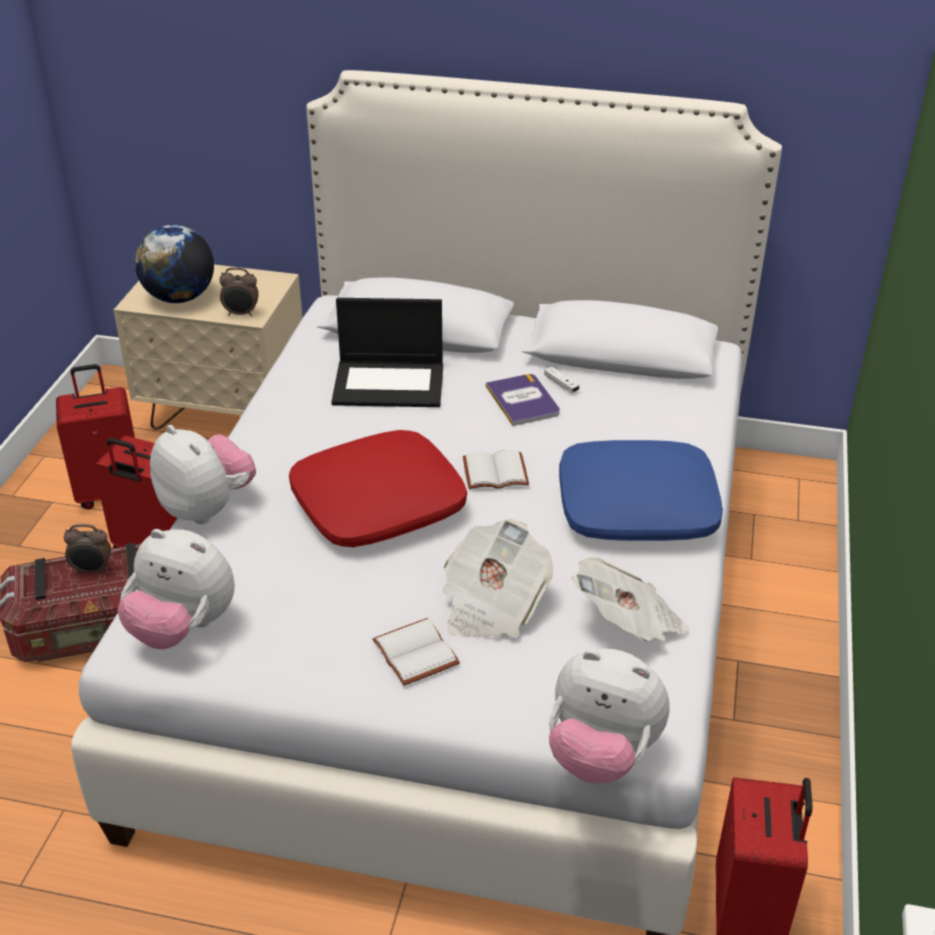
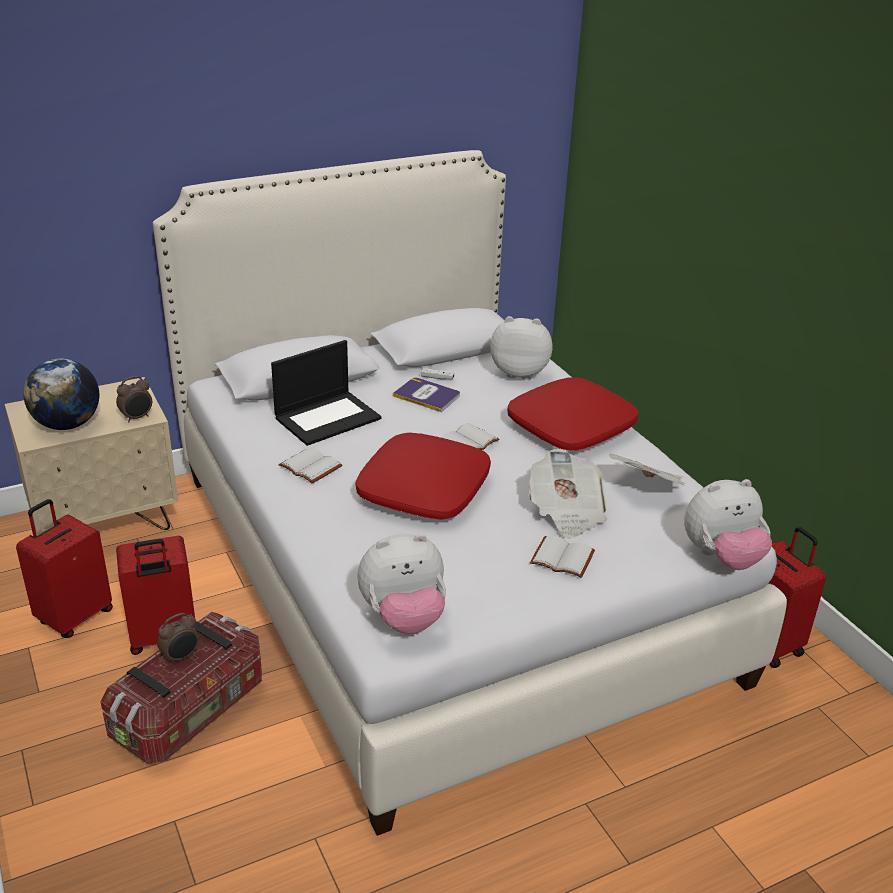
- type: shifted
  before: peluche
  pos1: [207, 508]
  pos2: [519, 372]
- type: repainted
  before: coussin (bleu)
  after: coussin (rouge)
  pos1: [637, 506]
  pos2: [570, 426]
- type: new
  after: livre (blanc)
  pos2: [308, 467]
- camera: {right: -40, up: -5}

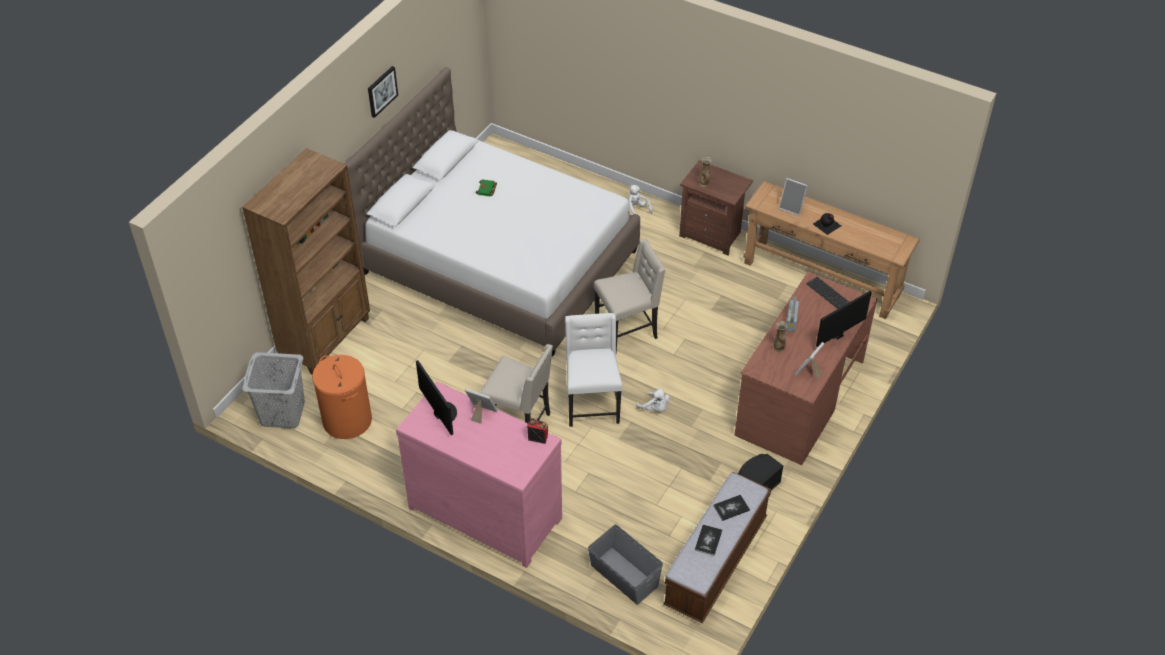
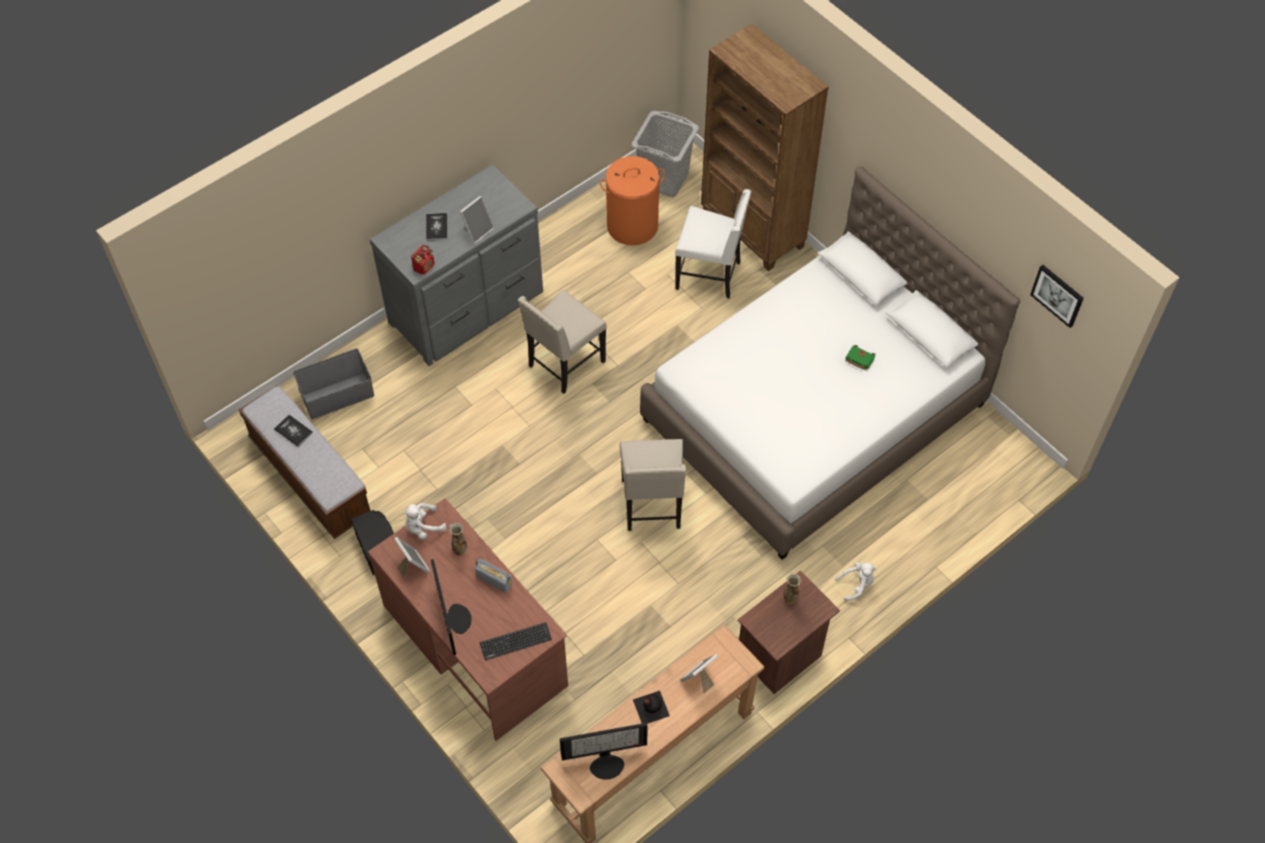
- type: shifted
  before: tableau
  pos1: [381, 91]
  pos2: [1057, 295]
- type: shifted
  before: chaise (blanc)
  pos1: [592, 404]
  pos2: [710, 275]
- type: shifted
  before: écran d'ordinateur
  pos1: [442, 412]
  pos2: [607, 763]
- type: repainted
  before: commode (rose)
  after: commode (gris)
  pos1: [486, 511]
  pos2: [468, 308]
- type: shifted
  before: peluche (blanc)
  pos1: [655, 408]
  pos2: [423, 527]
- type: shifted
  before: livre
  pos1: [731, 508]
  pos2: [436, 227]
- camera: {right: 110, up: 10}

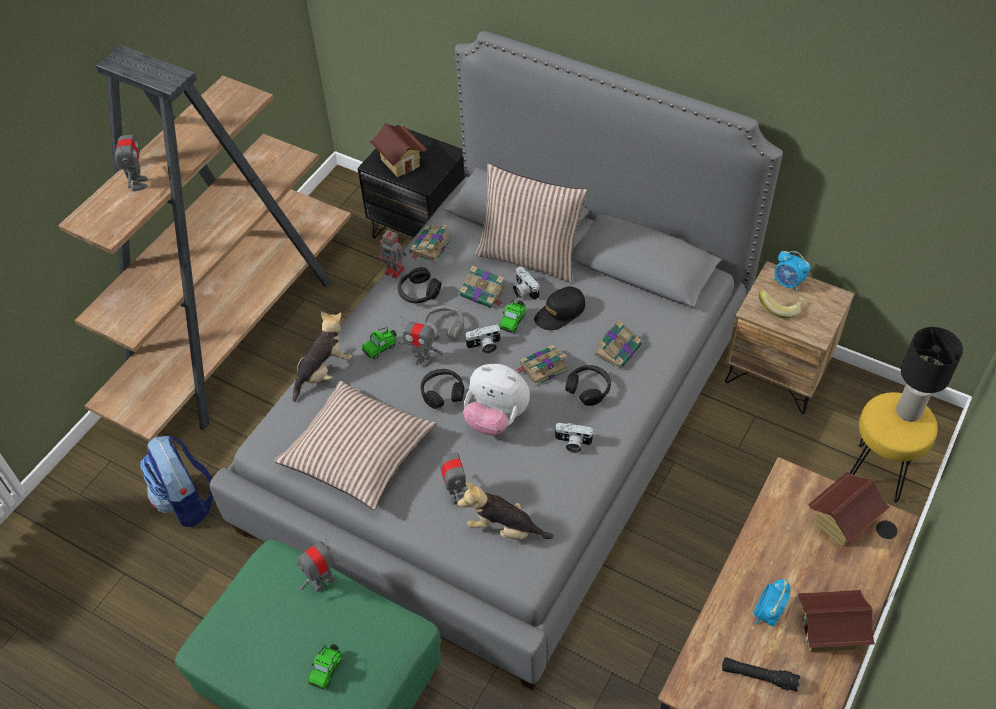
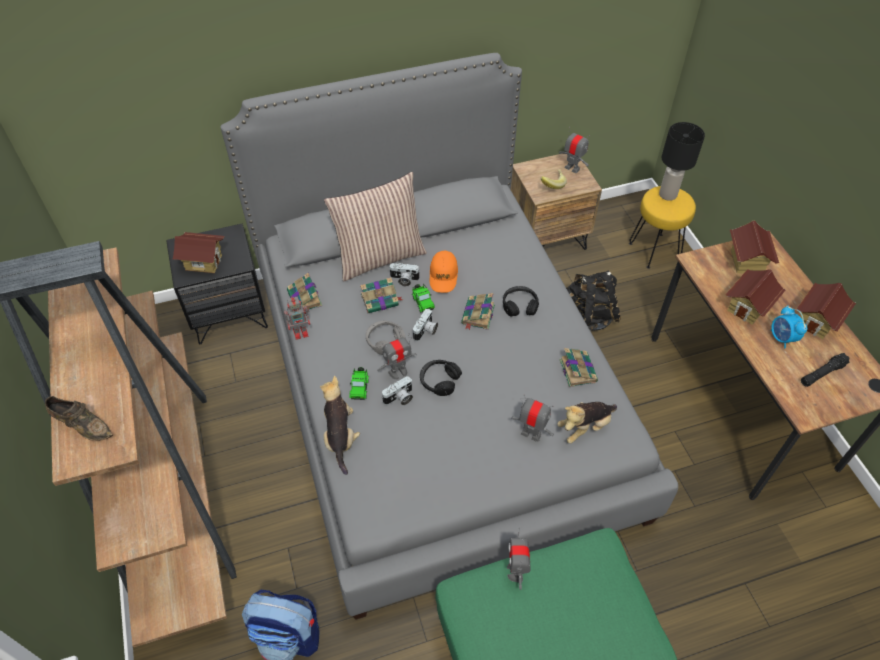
- type: shifted
  before: robot jouet
  pos1: [138, 183]
  pos2: [572, 168]
- type: gone
  before: réveil
  pos1: [787, 283]
- type: gone
  before: casque audio (noir)
  pos1: [418, 292]
- type: repainted
  before: casquette (noir)
  after: casquette (orange)
  pos1: [560, 313]
  pos2: [443, 276]
- type: shifted
  before: livre
  pos1: [618, 349]
  pos2: [577, 370]
- type: gone
  before: peluche
  pos1: [496, 417]
- type: gone
  before: coussin
  pos1: [358, 452]
- type: shifted
  before: appareil photo
  pos1: [572, 443]
  pos2: [399, 398]
- type: gone
  before: petite voiture
  pos1: [326, 669]
- type: new
  after: maison miniature
  pos2: [748, 308]
- type: new
  after: sac à dos (noir)
  pos2: [588, 317]
- type: new
  after: chaussure (marron)
  pos2: [83, 426]
- camera: {right: -50, up: 0}

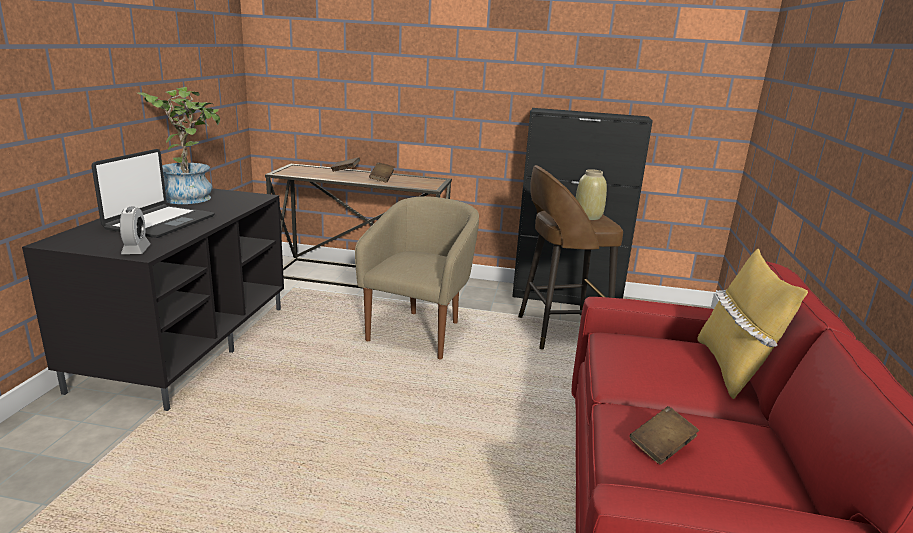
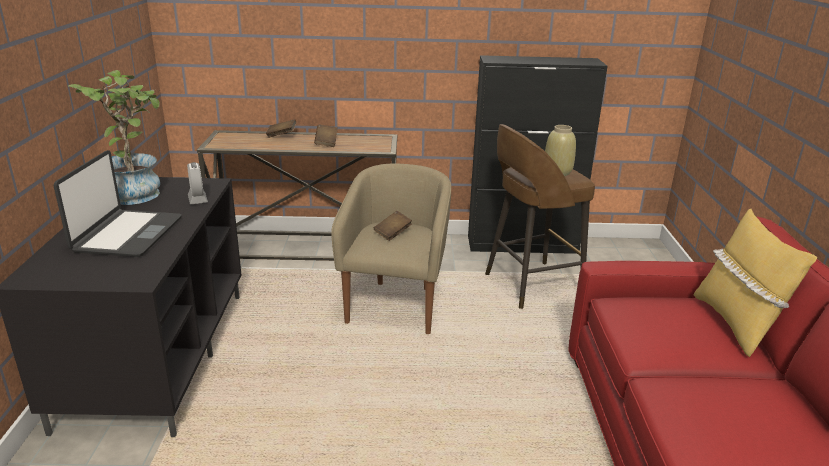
- type: shifted
  before: réveil
  pos1: [136, 250]
  pos2: [197, 199]
- type: shifted
  before: livre (marron)
  pos1: [661, 447]
  pos2: [393, 233]
- camera: {right: -10, up: 5}

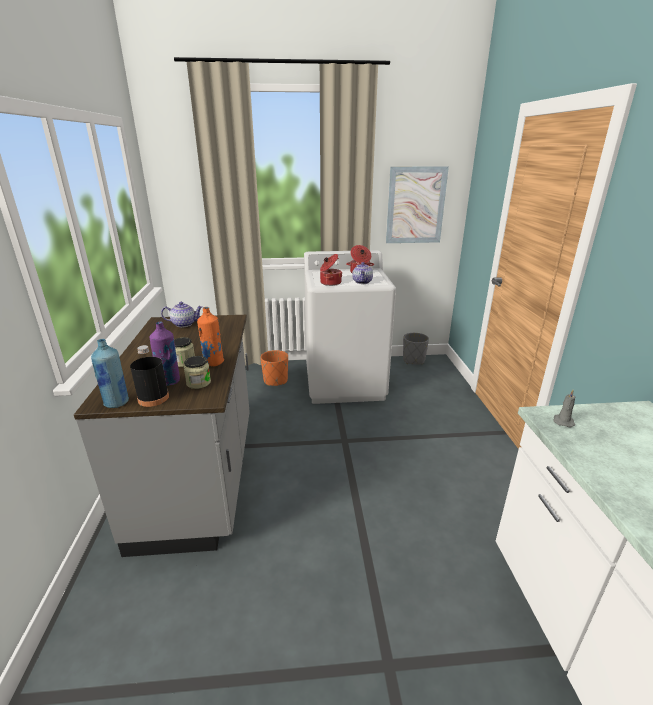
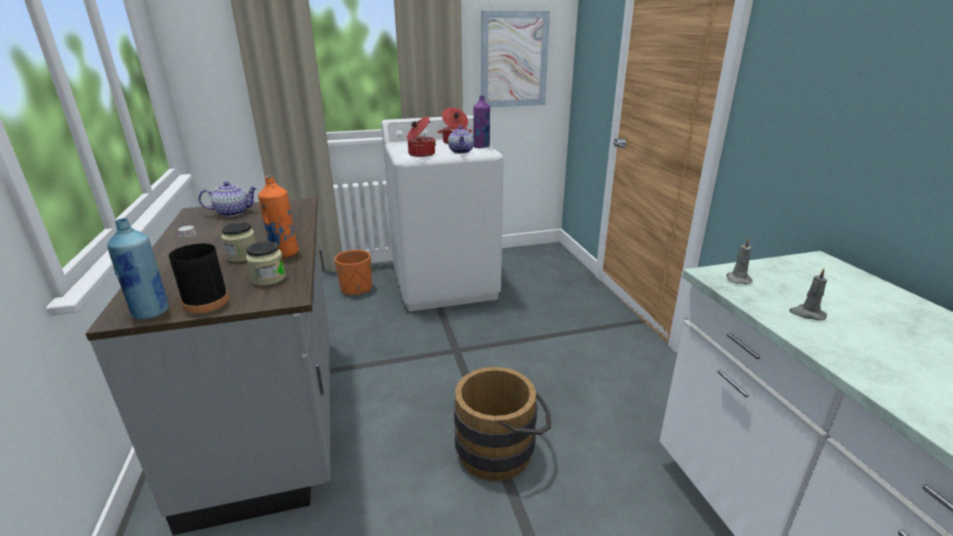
- type: shifted
  before: bouteille (violet)
  pos1: [169, 381]
  pos2: [481, 147]
- type: gone
  before: cache-pot (gris)
  pos1: [413, 360]
- type: new
  after: bougie (gris)
  pos2: [806, 314]
- type: new
  after: seau (marron)
  pos2: [502, 449]
- camera: {right: -10, up: 0}

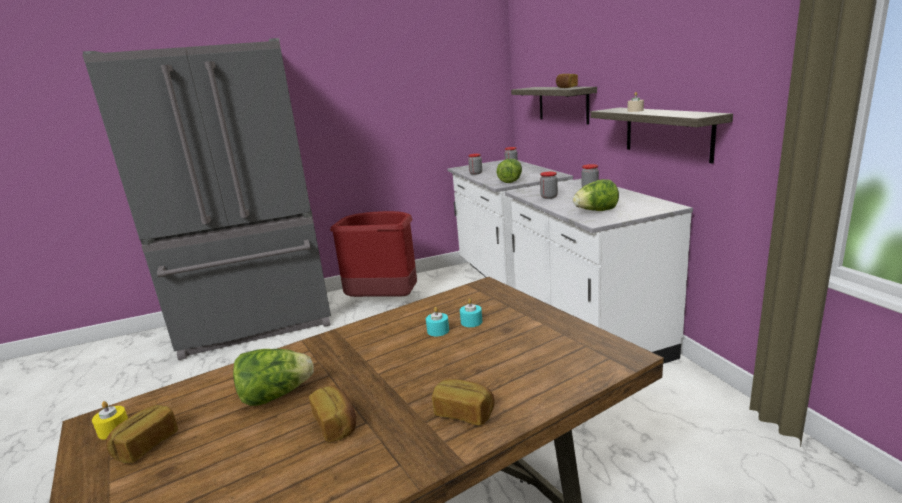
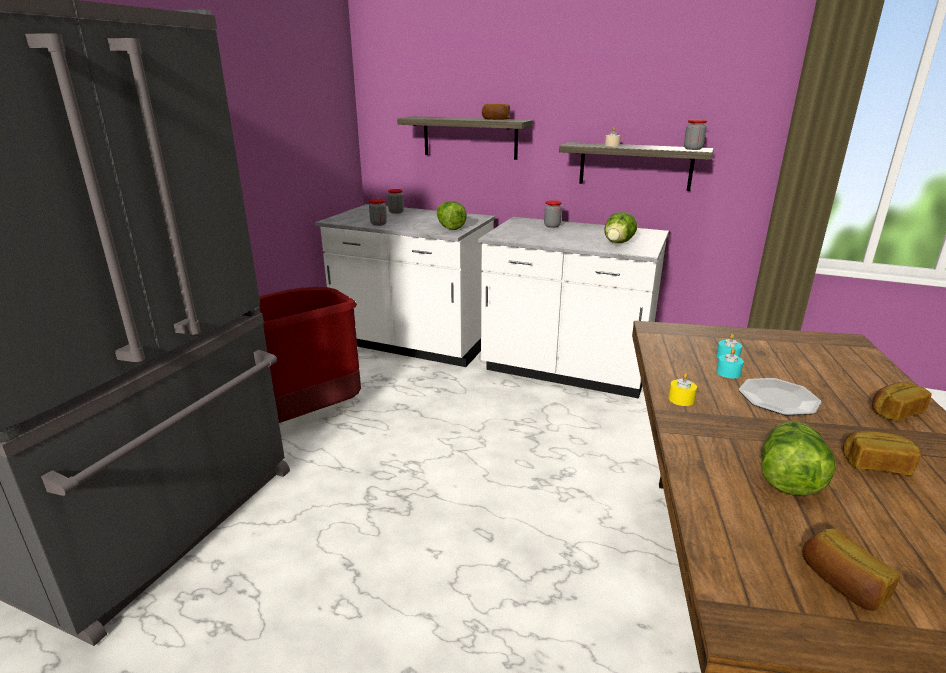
- type: shifted
  before: bocal
  pos1: [549, 197]
  pos2: [693, 149]
- type: shifted
  before: bougie (jaune)
  pos1: [114, 429]
  pos2: [681, 399]
- type: new
  after: assiette
  pos2: [778, 399]
- camera: {right: -50, up: 5}

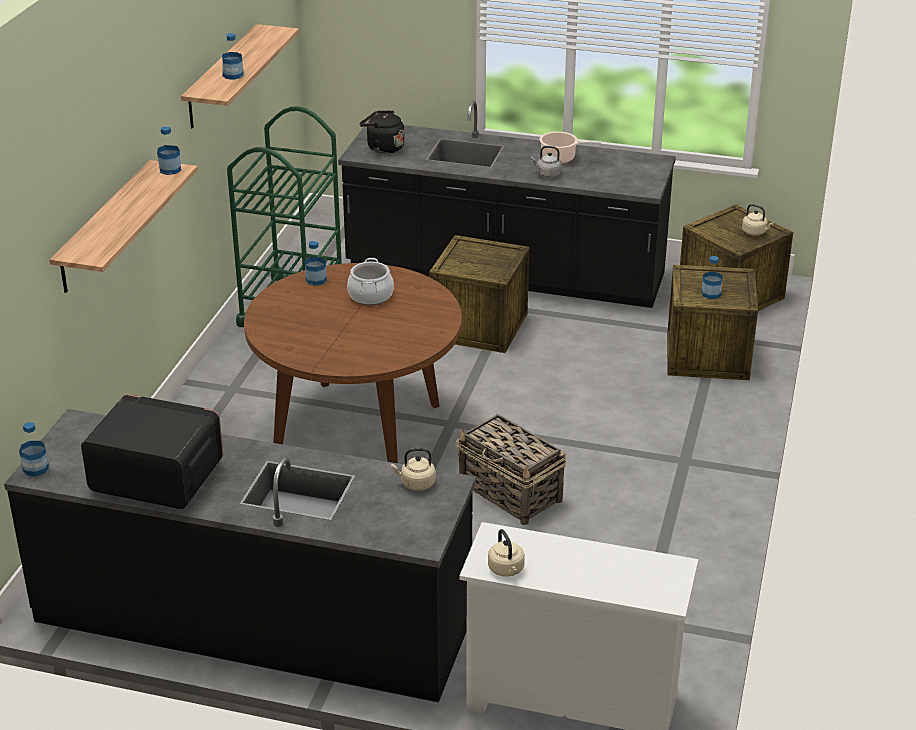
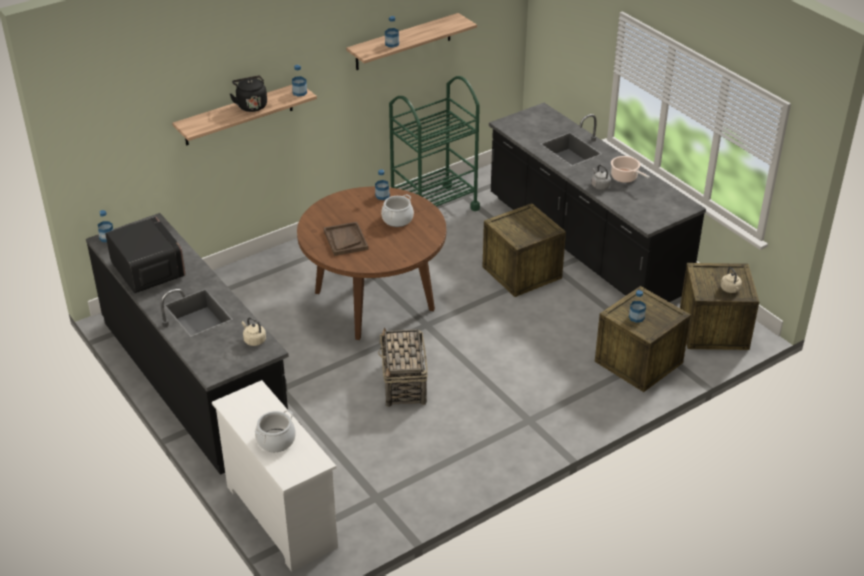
- type: shifted
  before: bouilloire (noir)
  pos1: [383, 148]
  pos2: [251, 105]
- type: gone
  before: bouilloire (beige)
  pos1: [506, 570]
- type: new
  after: plateau (marron)
  pos2: [345, 240]
- type: new
  after: marmite
  pos2: [276, 441]
- camera: {right: 40, up: 5}

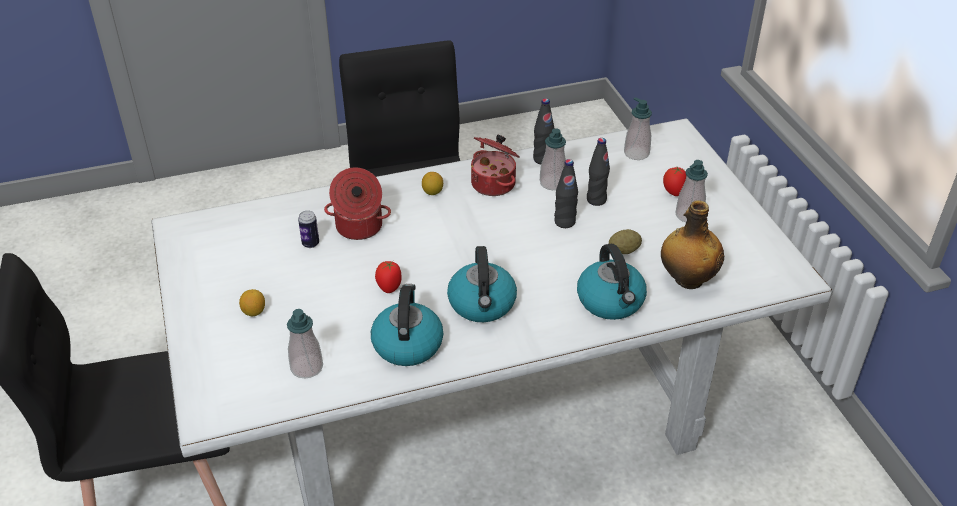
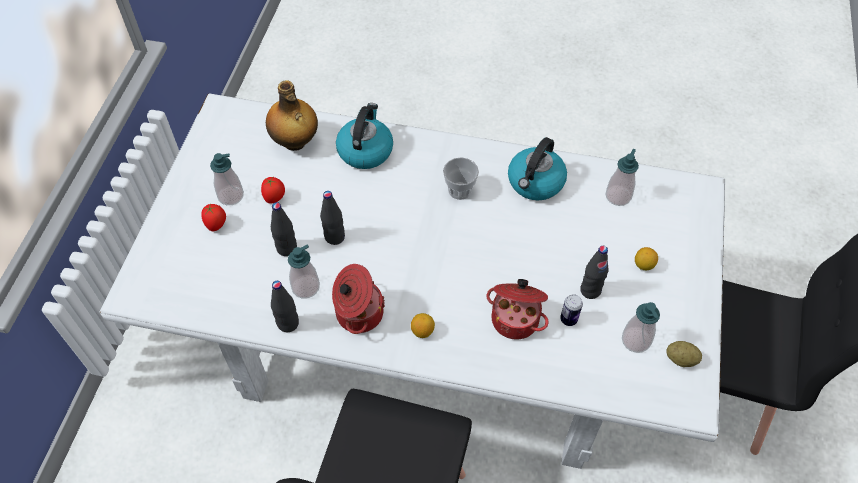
- type: shifted
  before: distributeur de savon
  pos1: [636, 153]
  pos2: [636, 340]
- type: shifted
  before: pomme de terre
  pos1: [624, 251]
  pos2: [681, 359]
- type: swapped
  before: bouilloire
  after: tasse
  pos1: [482, 304]
  pos2: [460, 190]
- type: shifted
  before: tomate
  pos1: [389, 287]
  pos2: [275, 198]
- type: new
  after: bouteille (noir)
  pos2: [590, 290]
- camera: {right: -150, up: 15}

